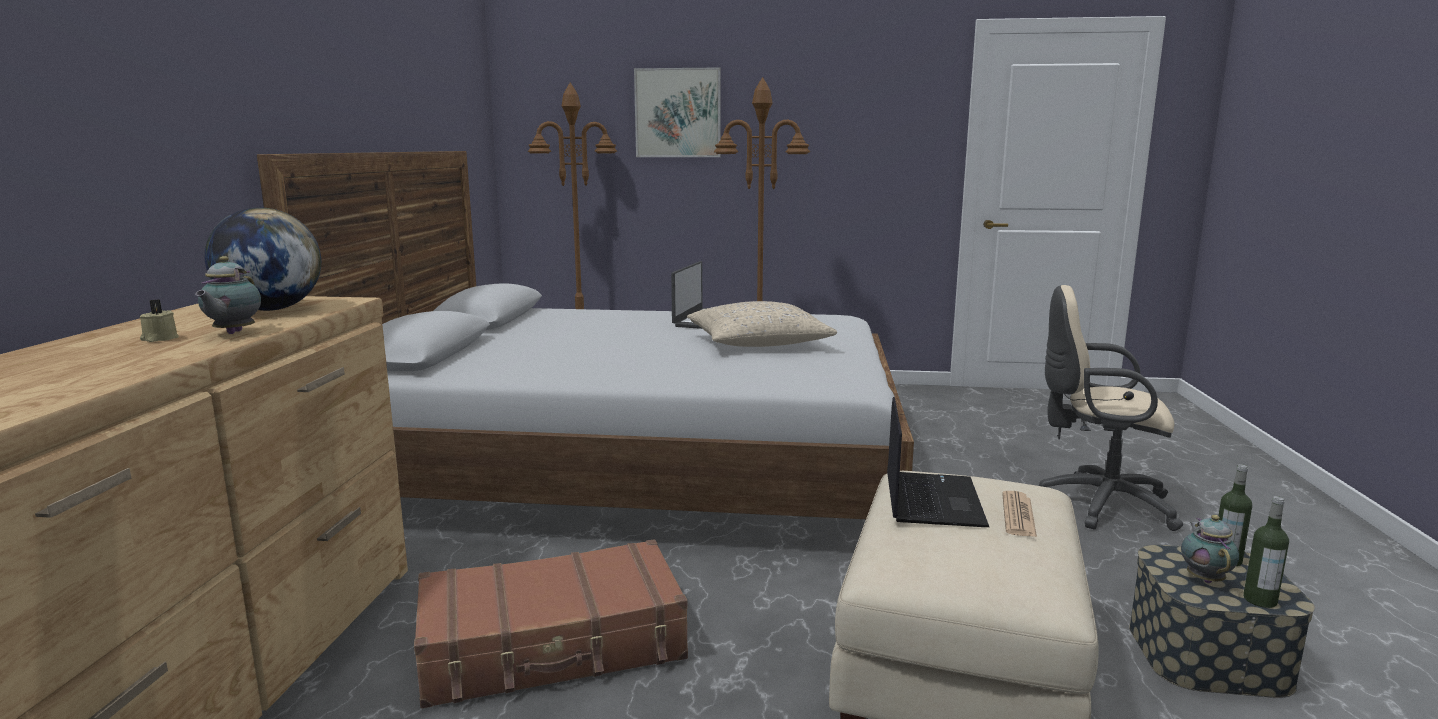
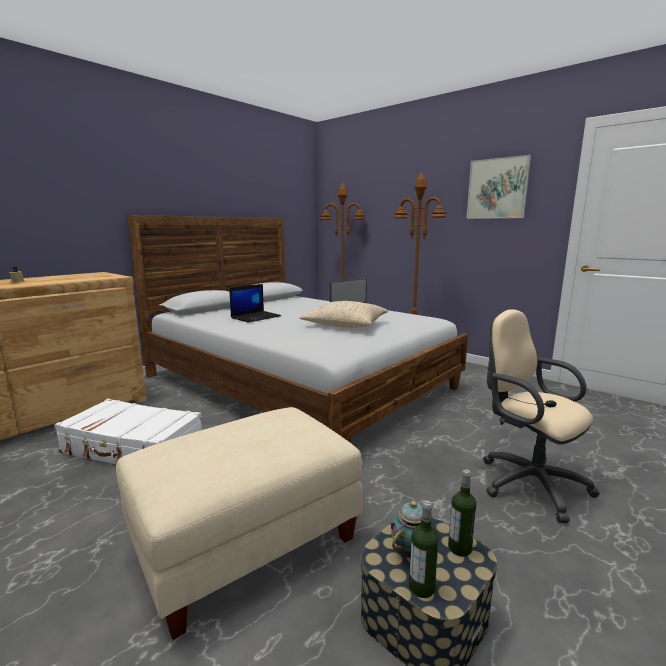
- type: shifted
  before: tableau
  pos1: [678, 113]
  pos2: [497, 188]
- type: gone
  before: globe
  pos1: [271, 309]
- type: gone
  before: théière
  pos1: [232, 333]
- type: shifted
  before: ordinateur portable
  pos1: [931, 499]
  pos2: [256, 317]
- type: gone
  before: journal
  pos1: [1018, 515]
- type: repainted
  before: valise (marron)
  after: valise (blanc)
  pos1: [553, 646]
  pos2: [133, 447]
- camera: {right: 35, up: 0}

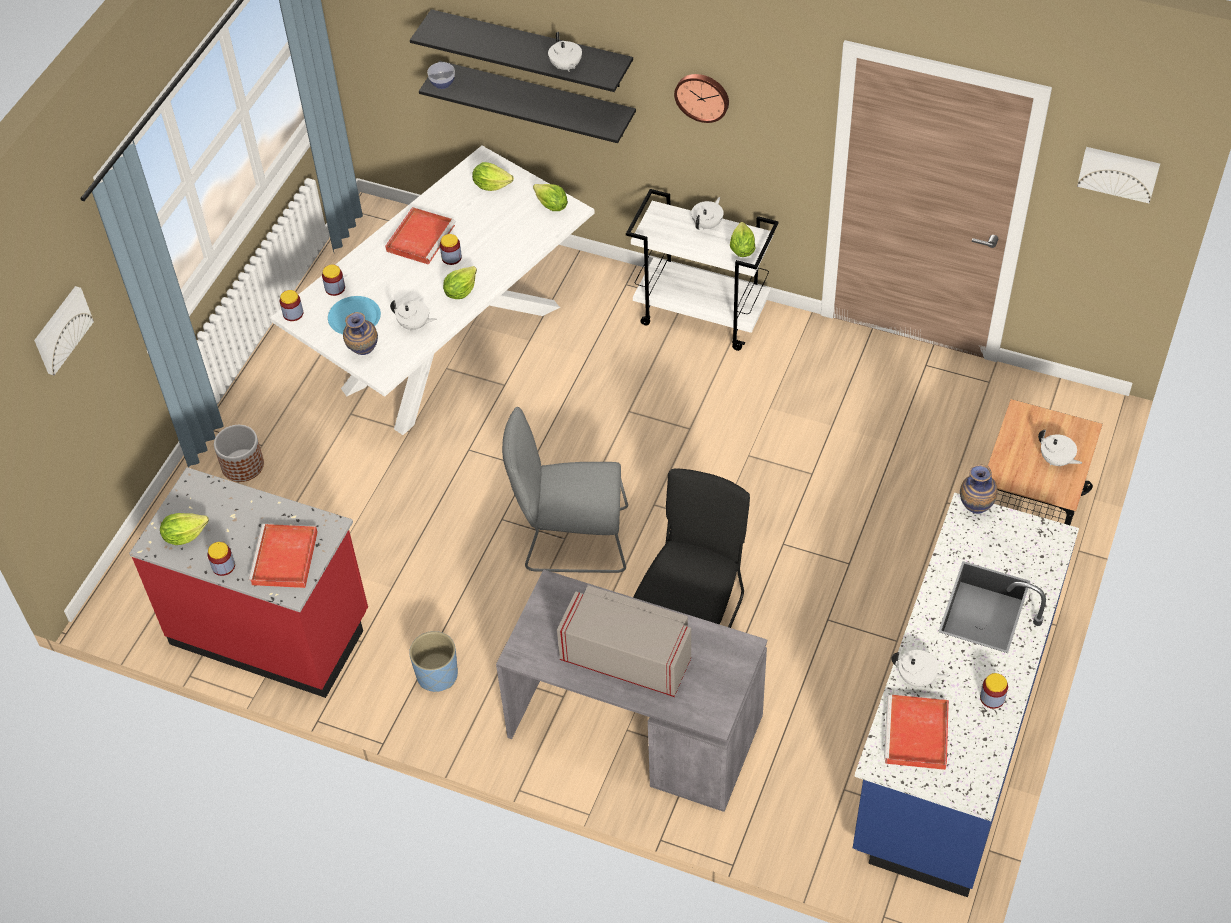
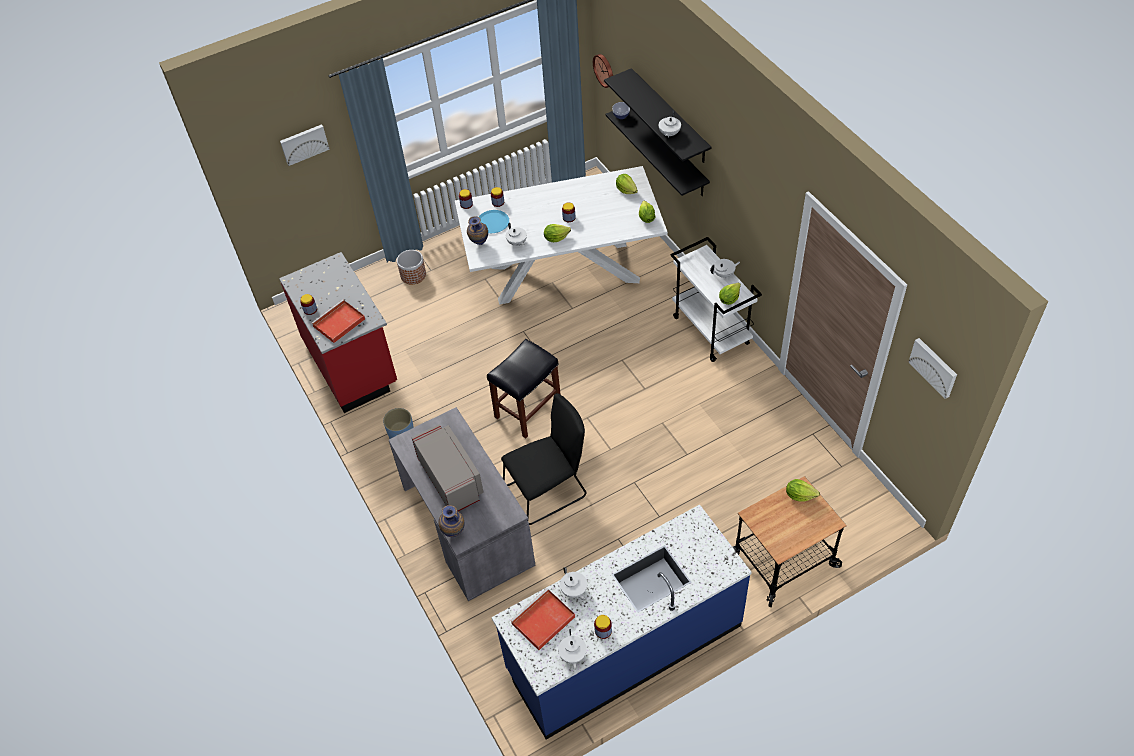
- type: shifted
  before: horloge murale
  pos1: [702, 96]
  pos2: [604, 70]
- type: gone
  before: plateau (rouge)
  pos1: [421, 237]
- type: swapped
  before: chaise (gris)
  after: tabouret (noir)
  pos1: [571, 540]
  pos2: [528, 409]
- type: shifted
  before: théière (blanc)
  pos1: [1056, 460]
  pos2: [572, 655]
- type: shifted
  before: vase
  pos1: [975, 508]
  pos2: [454, 533]
- type: shifted
  before: laitue
  pos1: [184, 535]
  pos2: [799, 495]
- camera: {right: 40, up: 0}

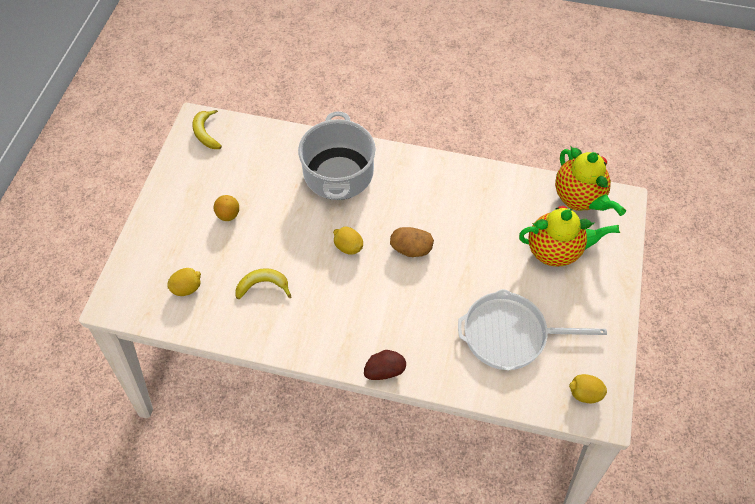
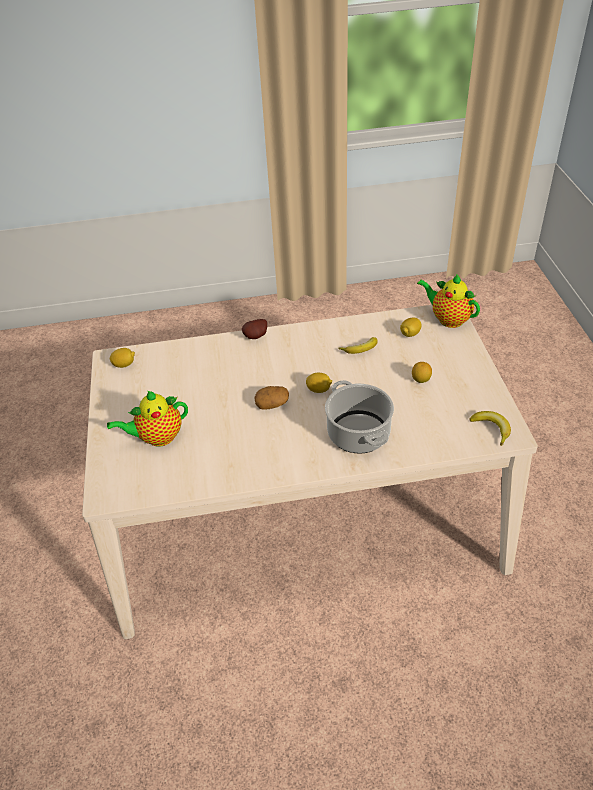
- type: shifted
  before: théière
  pos1: [579, 201]
  pos2: [448, 319]
- type: gone
  before: poêle
  pos1: [511, 334]
- camera: {right: 160, up: -15}

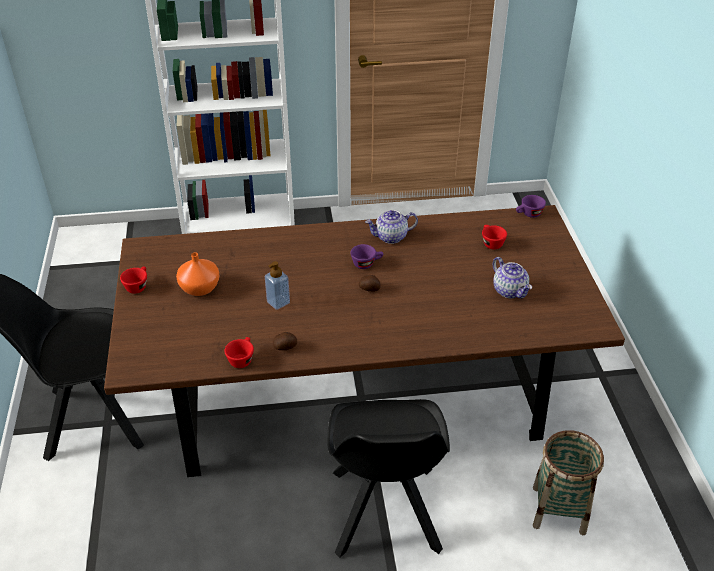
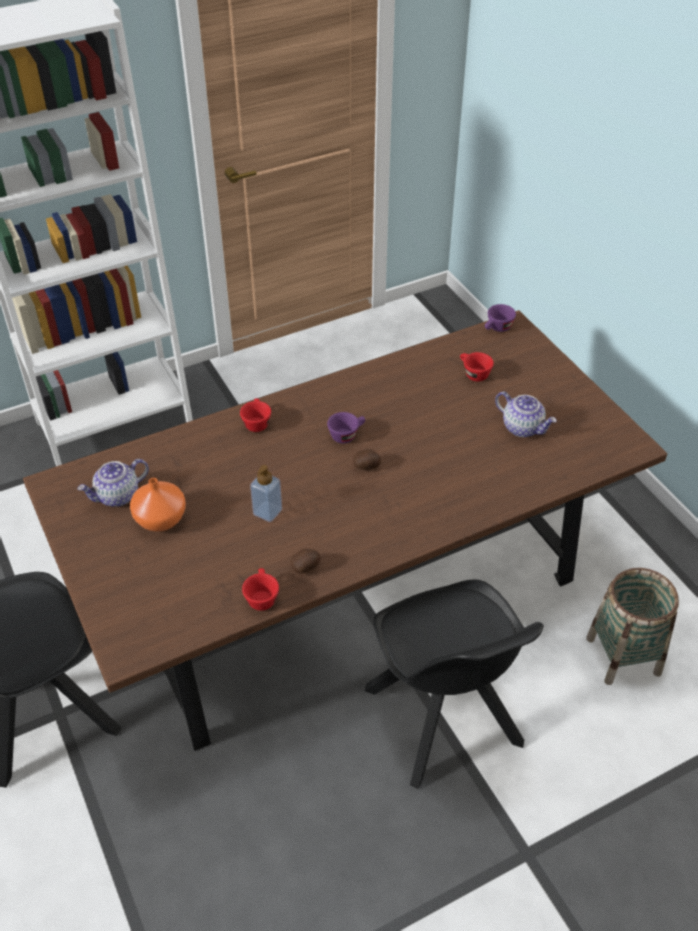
- type: shifted
  before: théière
  pos1: [391, 237]
  pos2: [117, 496]
- type: shifted
  before: tasse (rouge)
  pos1: [137, 286]
  pos2: [256, 422]
- camera: {right: -20, up: 5}

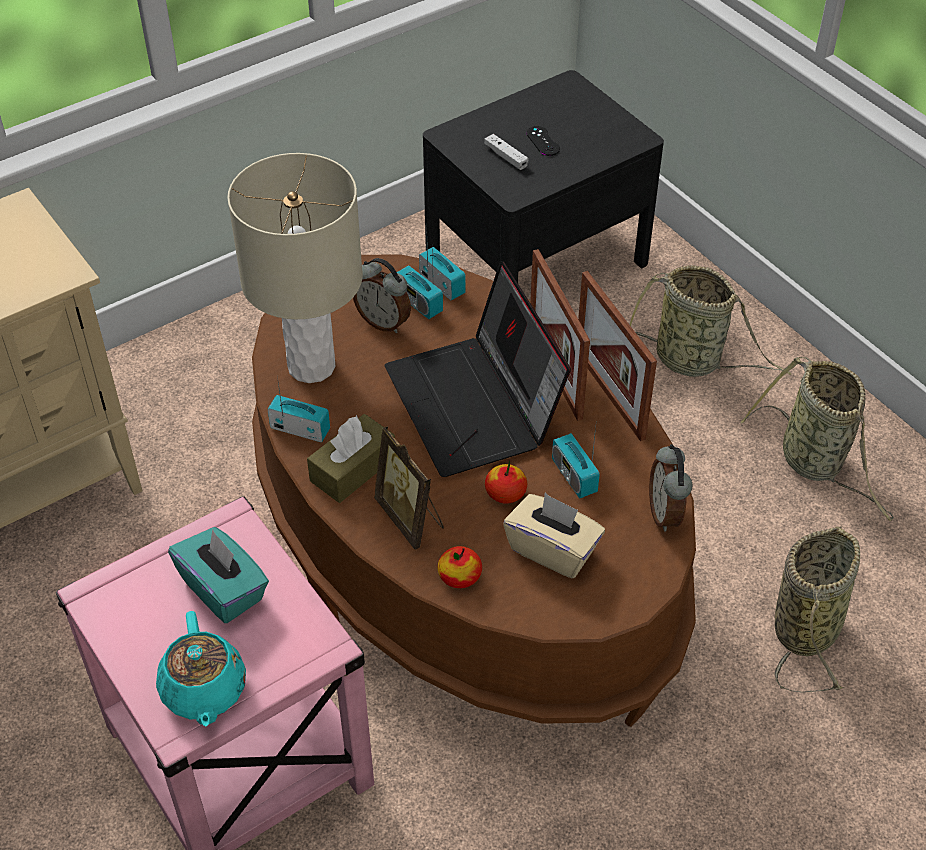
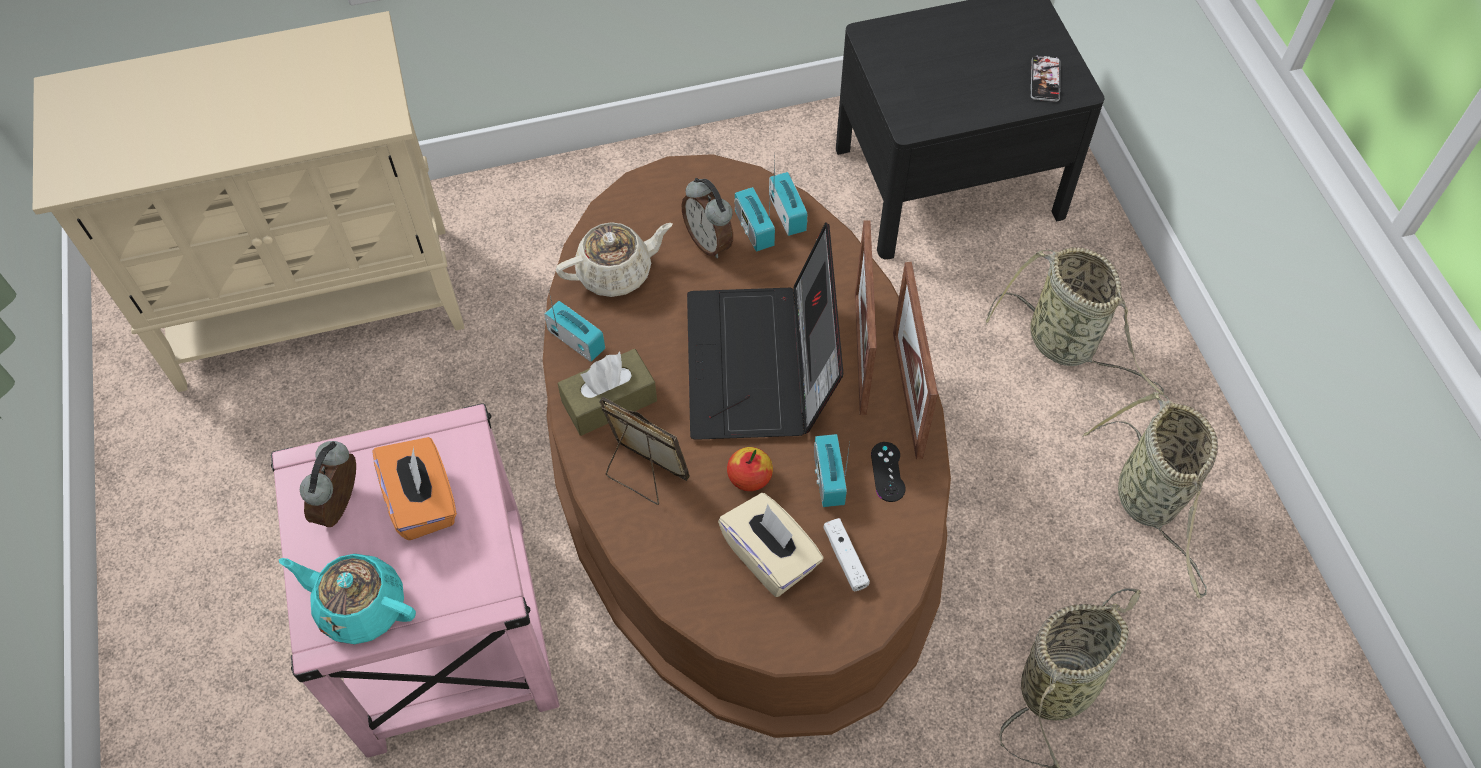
- type: shifted
  before: manette (noir)
  pos1: [543, 141]
  pos2: [888, 472]
- type: shifted
  before: manette (blanc)
  pos1: [506, 157]
  pos2: [845, 558]
- type: swapped
  before: lampe de table (beige)
  after: théière (beige)
  pos1: [311, 367]
  pos2: [616, 273]
- type: rotated
  before: cadre photo
  pos1: [411, 518]
  pos2: [643, 475]
  turn: 135
- type: shifted
  before: réveil
  pos1: [666, 513]
  pos2: [343, 505]
- type: repainted
  before: boîte à mouchoirs (turquoise)
  after: boîte à mouchoirs (orange)
  pos1: [224, 590]
  pos2: [423, 502]
- type: gone
  before: pomme
  pos1: [459, 577]
- type: rotated
  before: théière (turquoise)
  pos1: [204, 691]
  pos2: [360, 606]
  turn: 105
- type: new
  after: téléphone
  pos2: [1045, 79]
- camera: {right: 20, up: 10}

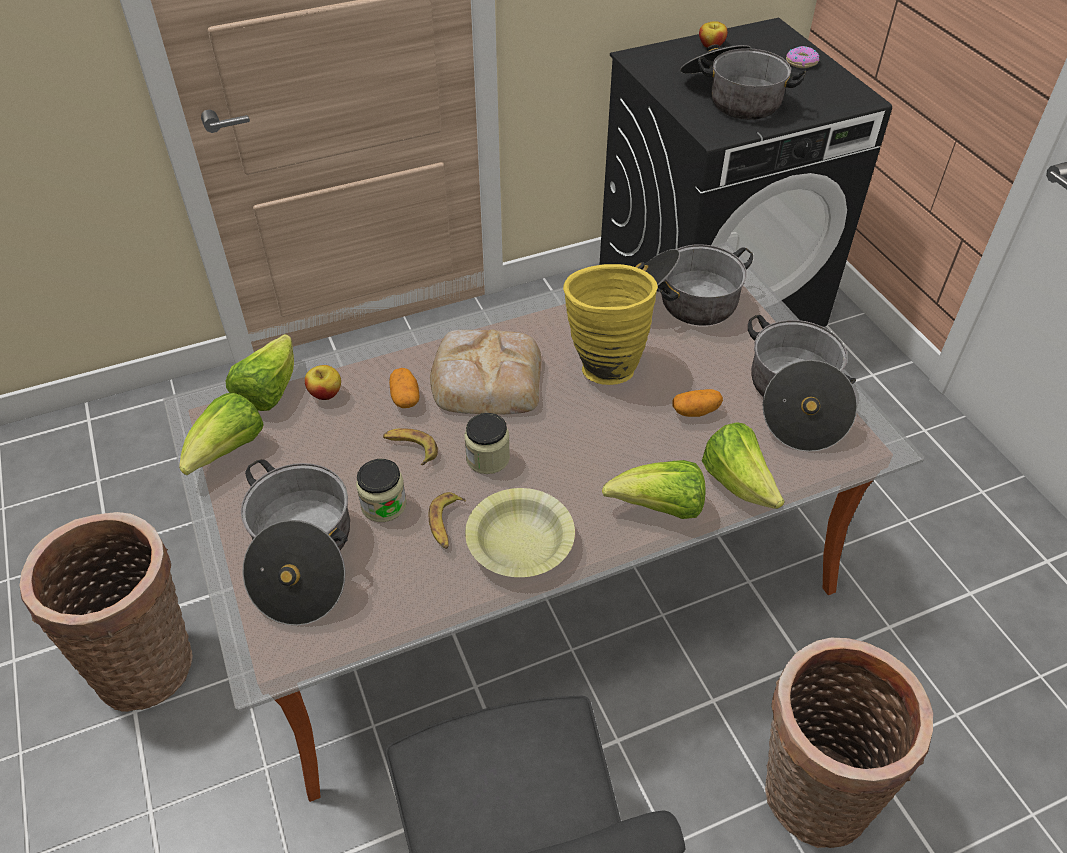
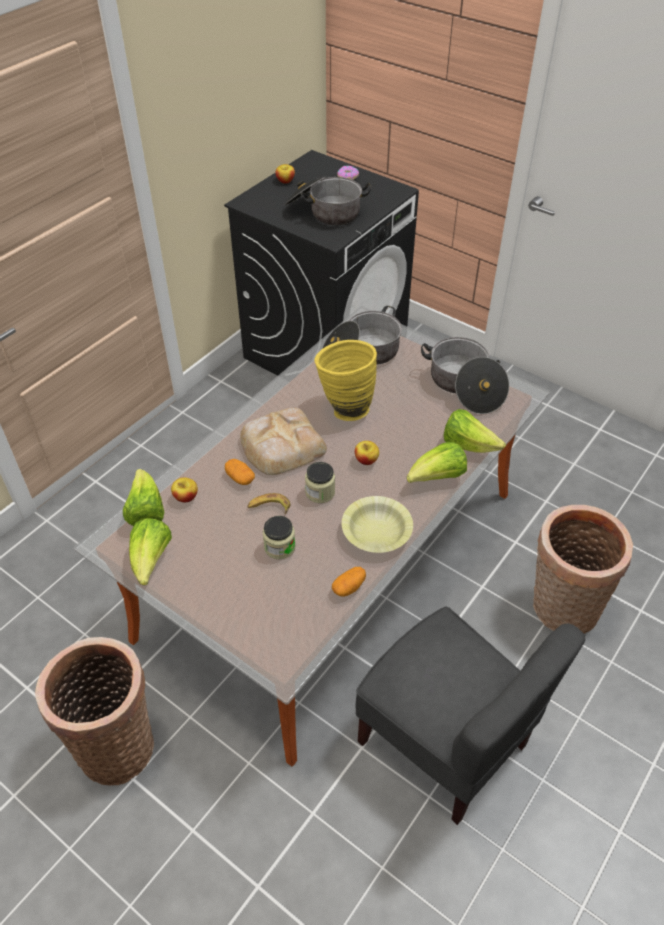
- type: shifted
  before: pomme de terre
  pos1: [695, 411]
  pos2: [349, 587]
- type: gone
  before: marmite
  pos1: [302, 556]
- type: gone
  before: banane
  pos1: [446, 524]
- type: new
  after: pomme
  pos2: [366, 460]
- camera: {right: -30, up: 0}

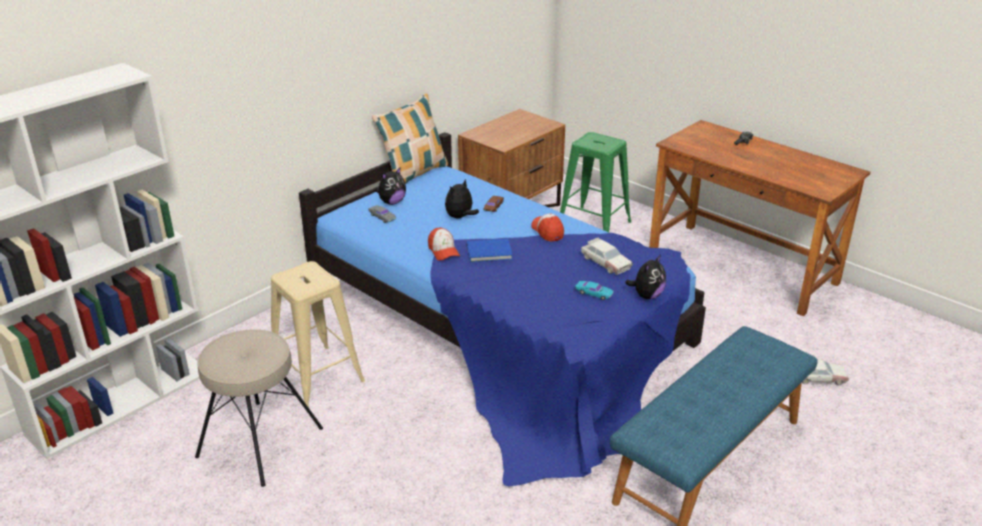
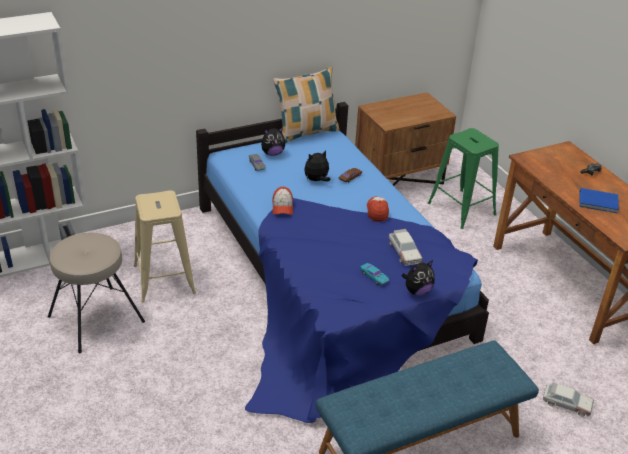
- type: shifted
  before: livre (bleu)
  pos1: [490, 253]
  pos2: [599, 203]
- camera: {right: 20, up: 5}

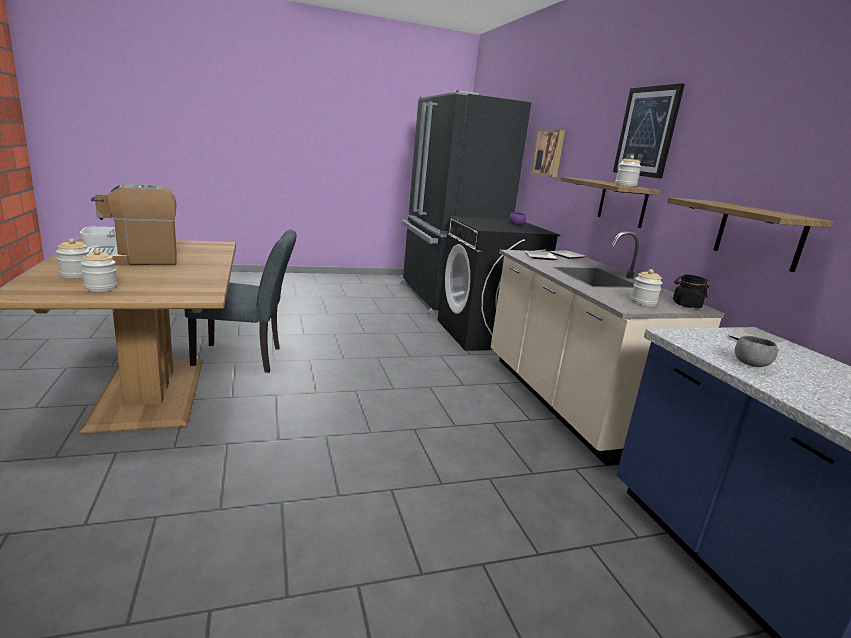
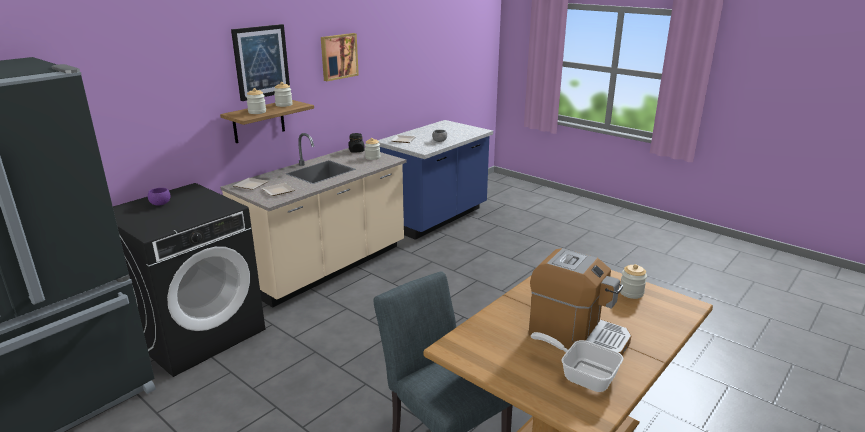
- type: shifted
  before: tableau
  pos1: [549, 153]
  pos2: [338, 56]
- type: gone
  before: étagère
  pos1: [759, 235]
- type: shifted
  before: bocal
  pos1: [76, 275]
  pos2: [257, 112]
- camera: {right: -120, up: 5}

